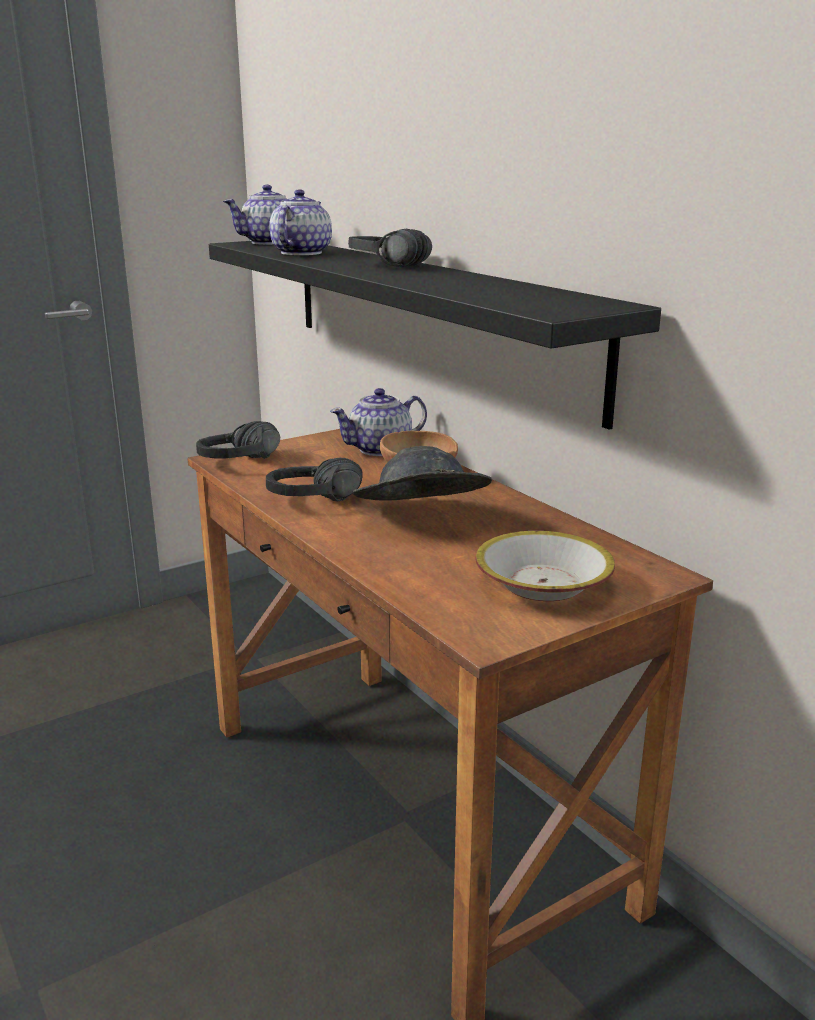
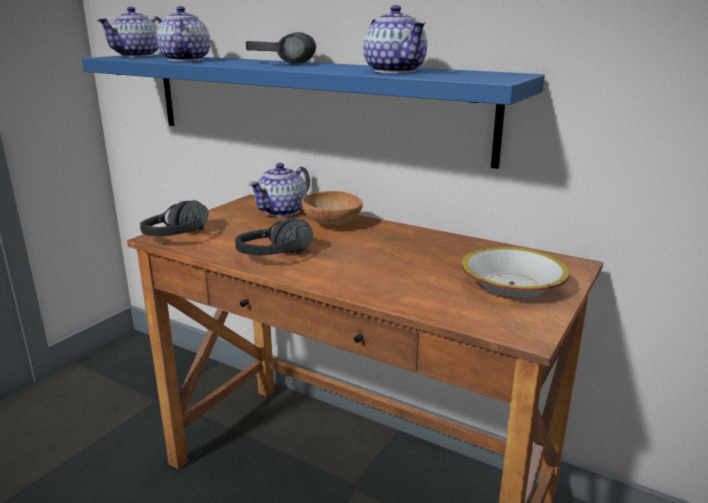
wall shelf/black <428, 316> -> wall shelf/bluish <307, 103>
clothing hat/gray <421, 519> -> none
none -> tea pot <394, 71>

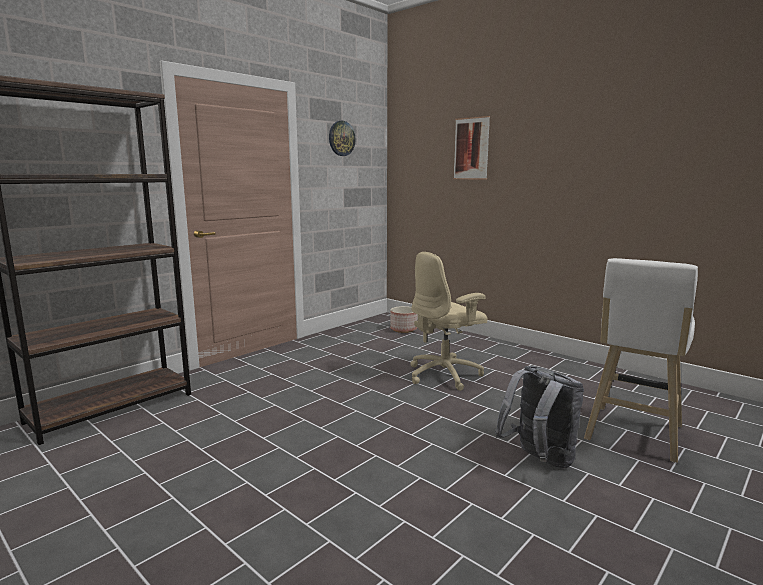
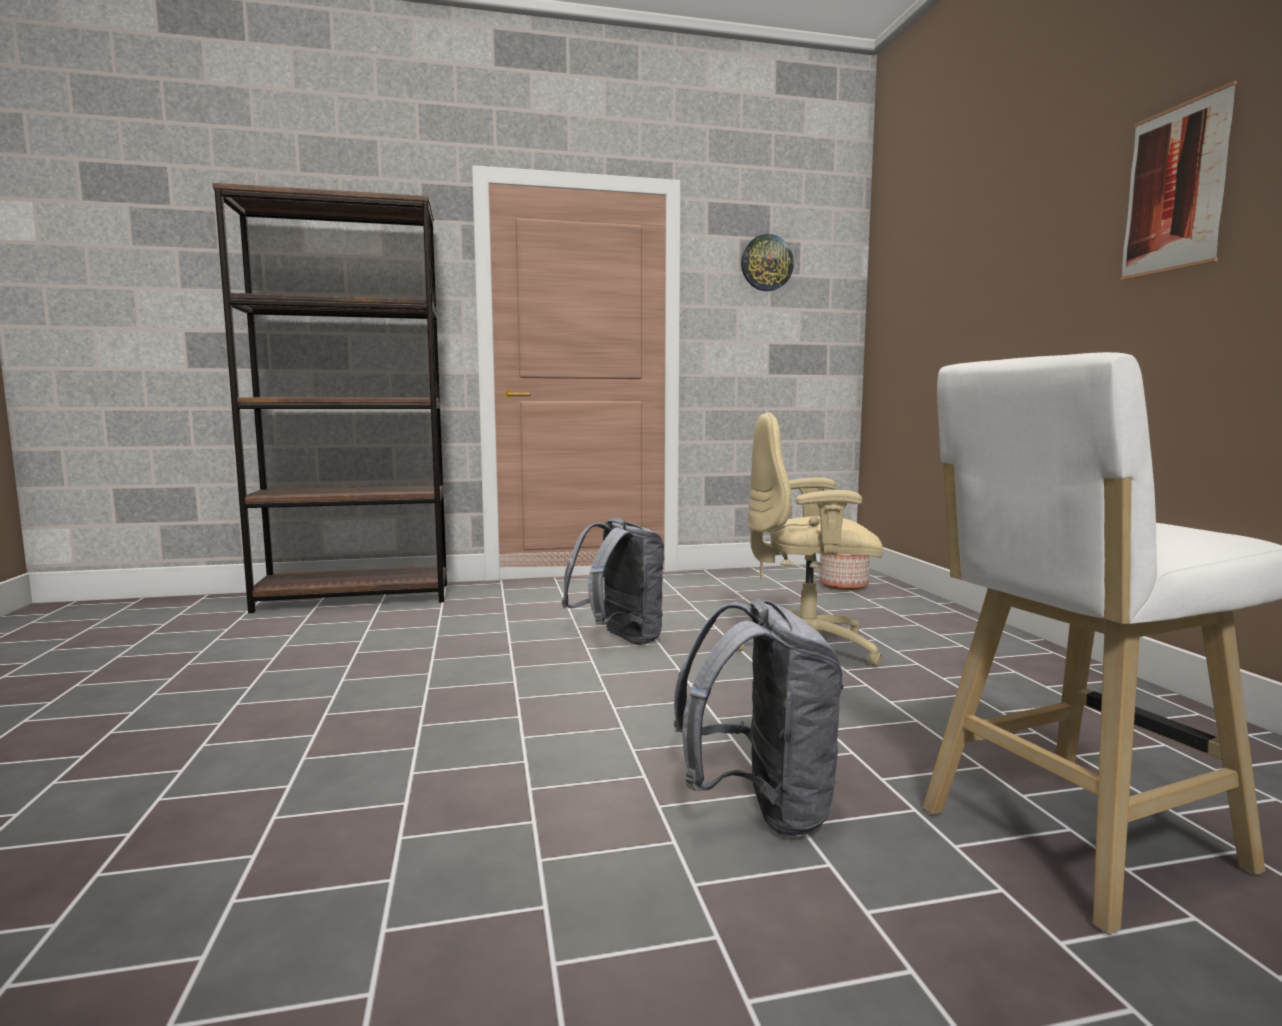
wall art <471, 148> -> wall art <1175, 189>, shifted
none -> backpack/gray <619, 640>

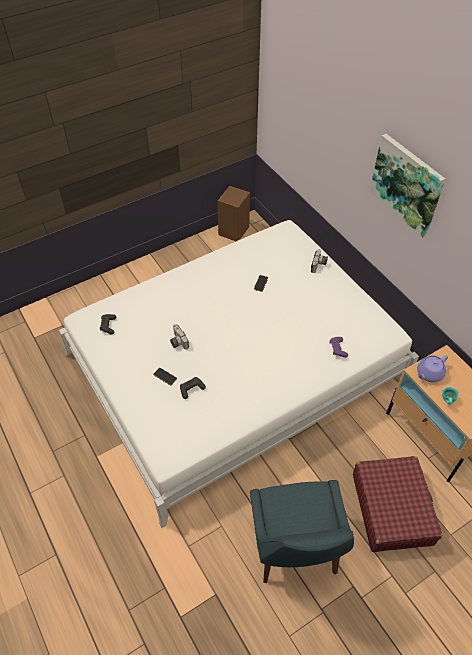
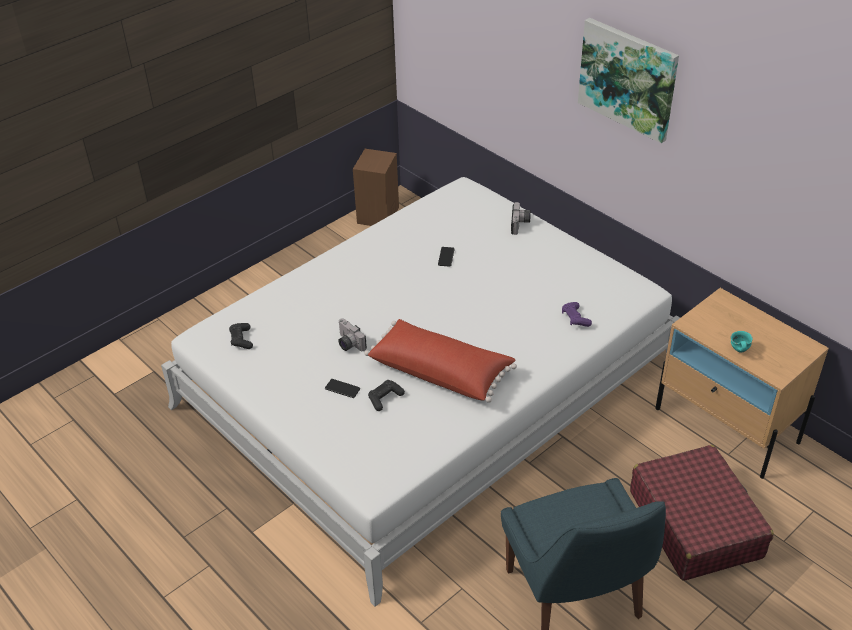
tea pot/purplish <429, 373> -> none
none -> cushion/red <440, 371>

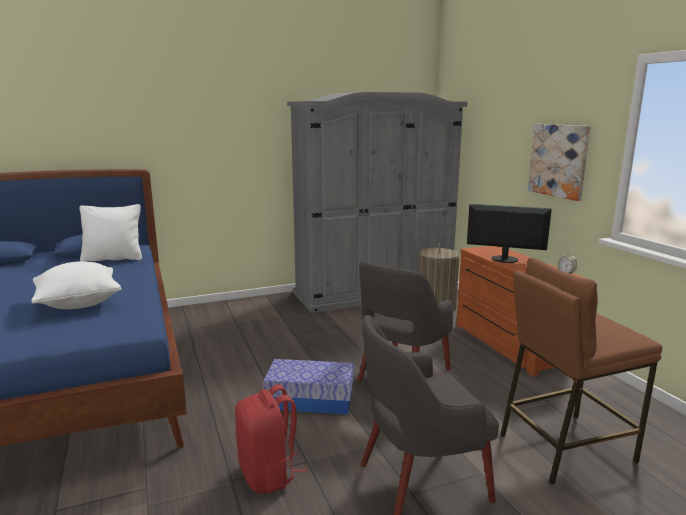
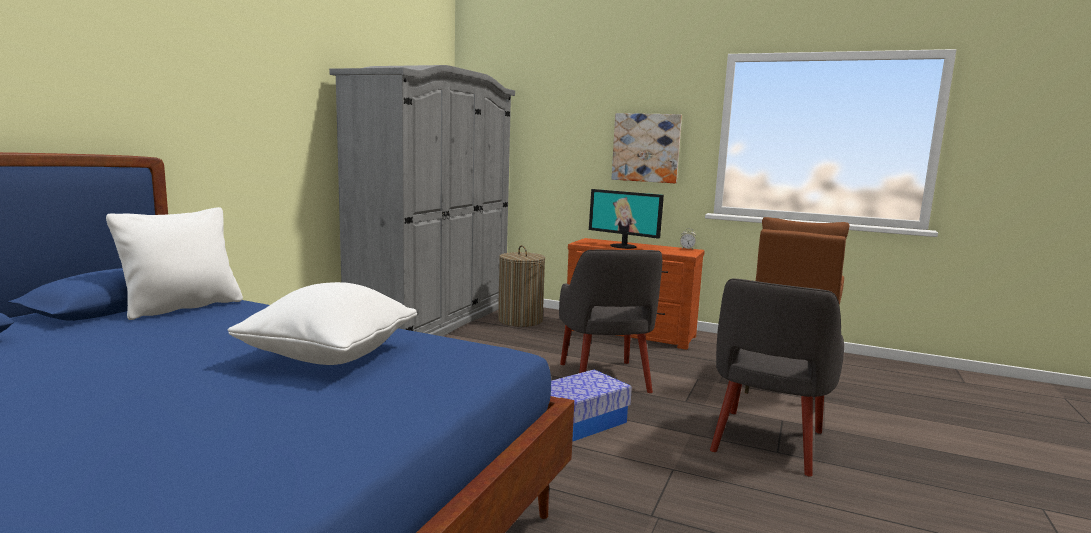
monitor <504, 259> -> monitor <623, 246>, 120 degrees counterclockwise
backpack/red <268, 474> -> none

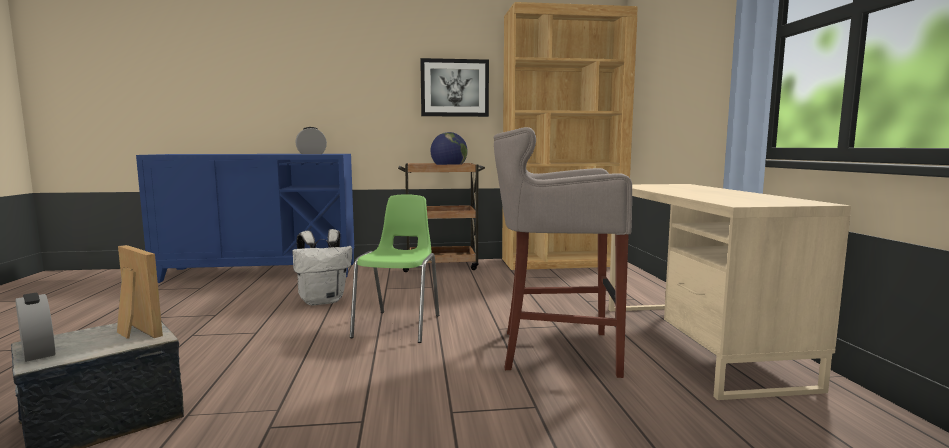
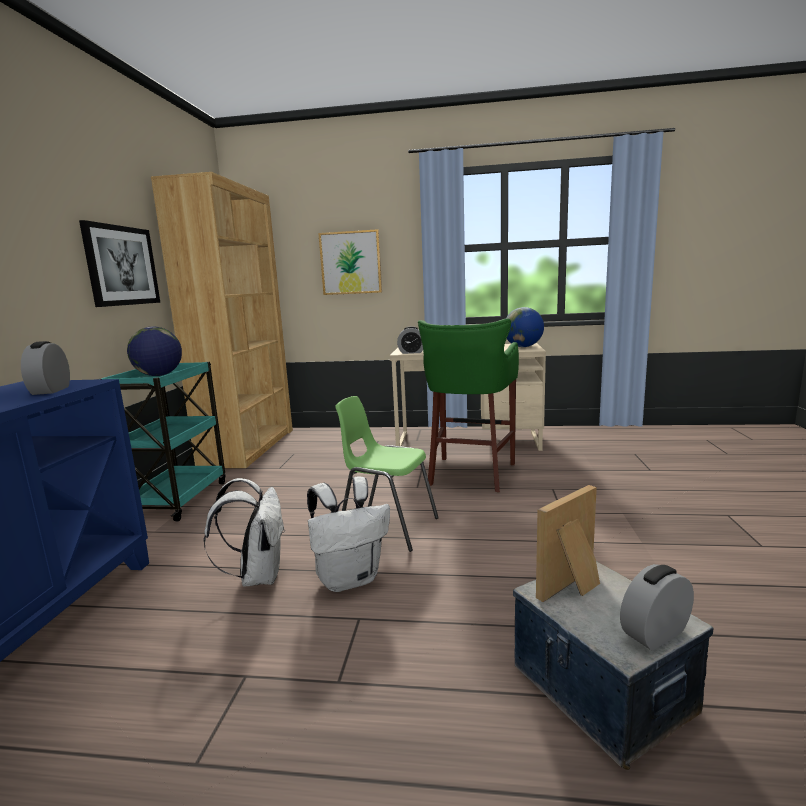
stool seat/gray <555, 351> -> stool seat/green <470, 474>
wheeled cart/brownish <441, 265> -> wheeled cart/turquoise-coloured <178, 499>
none -> wall art <351, 263>
none -> world globe <523, 347>
none -> table clock <411, 352>
none -> backpack/white-coloured <350, 578>

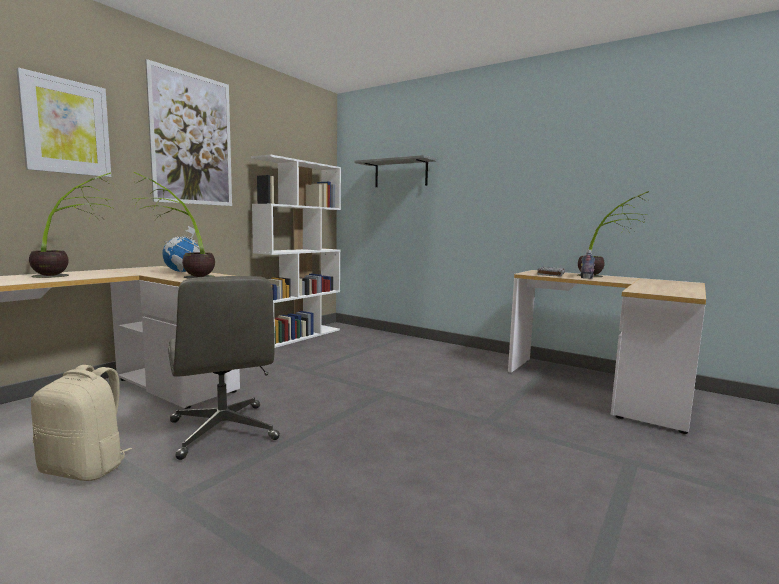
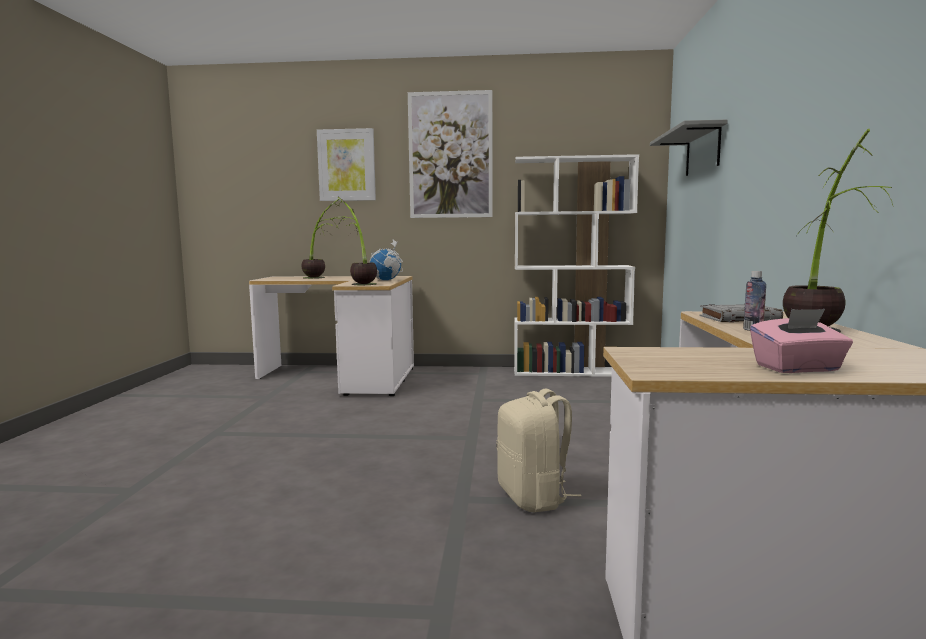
desk chair/gray <223, 431> -> none
backpack/beige <86, 468> -> backpack/beige <534, 498>, shifted
none -> tissue holder/pink-coloured <797, 368>

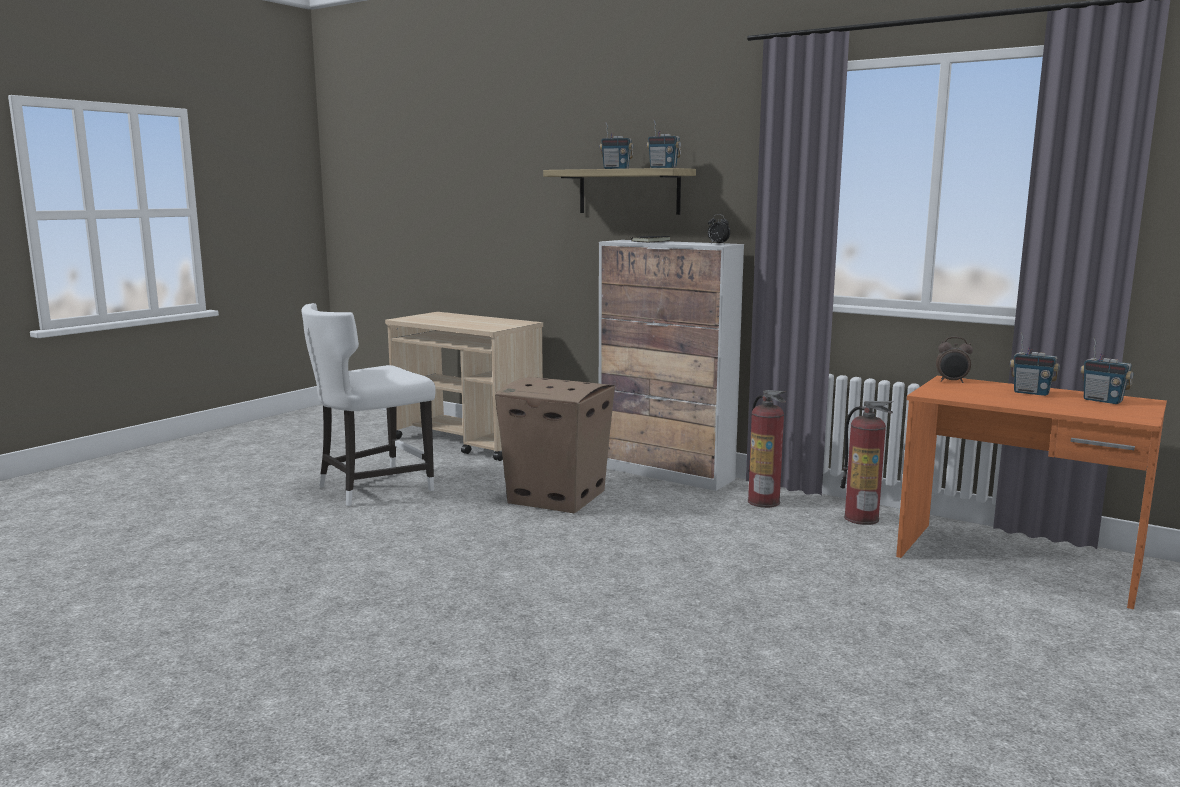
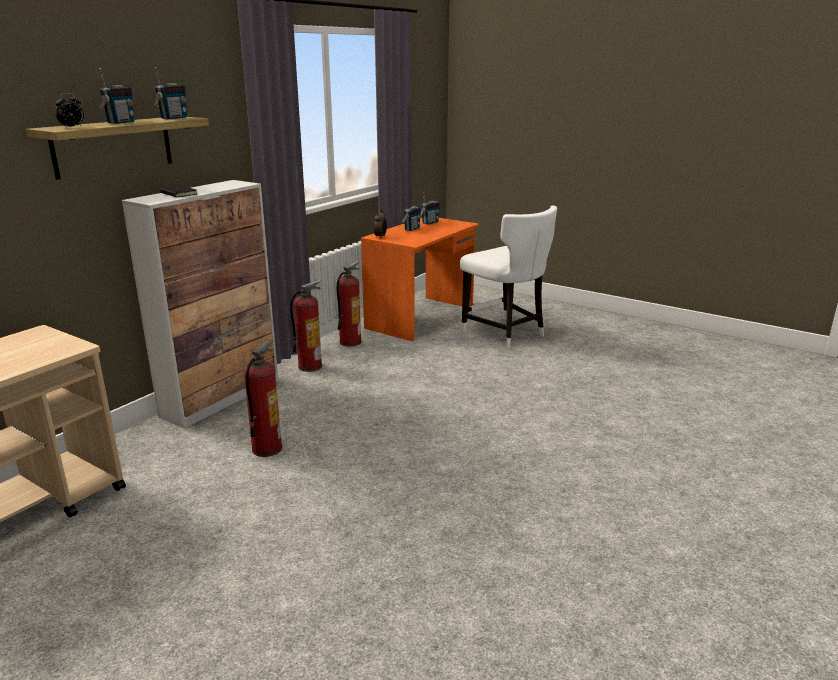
table clock <717, 244> -> table clock <72, 127>, shifted
plain chair/white-coloured <372, 488> -> plain chair/white-coloured <505, 333>, shifted
cardboard box <558, 497> -> extinguisher <267, 448>

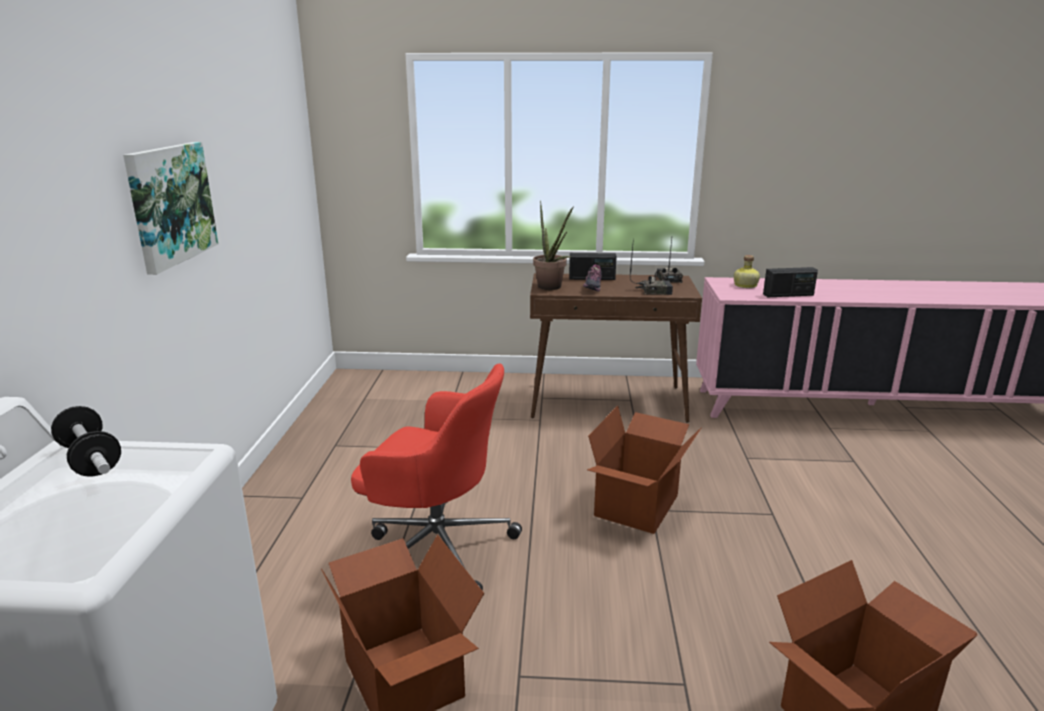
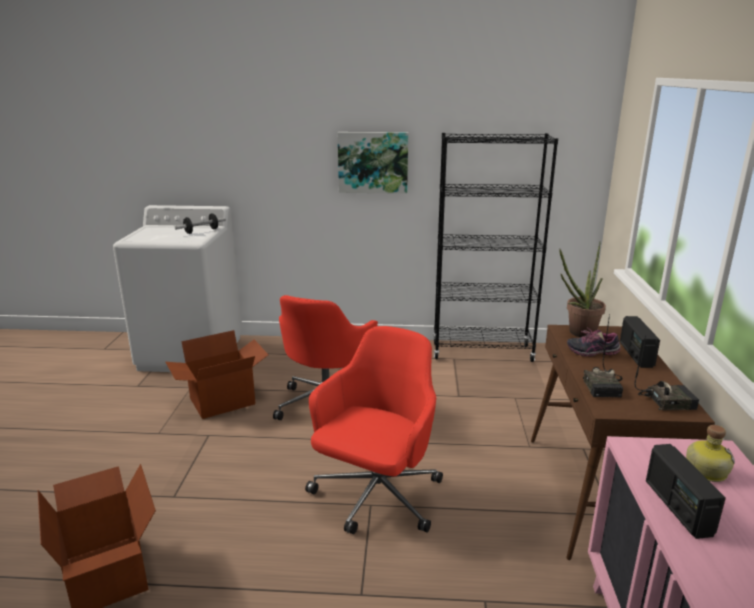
cardboard box <638, 506> -> desk chair/red <376, 497>
none -> bookcase/black <482, 352>

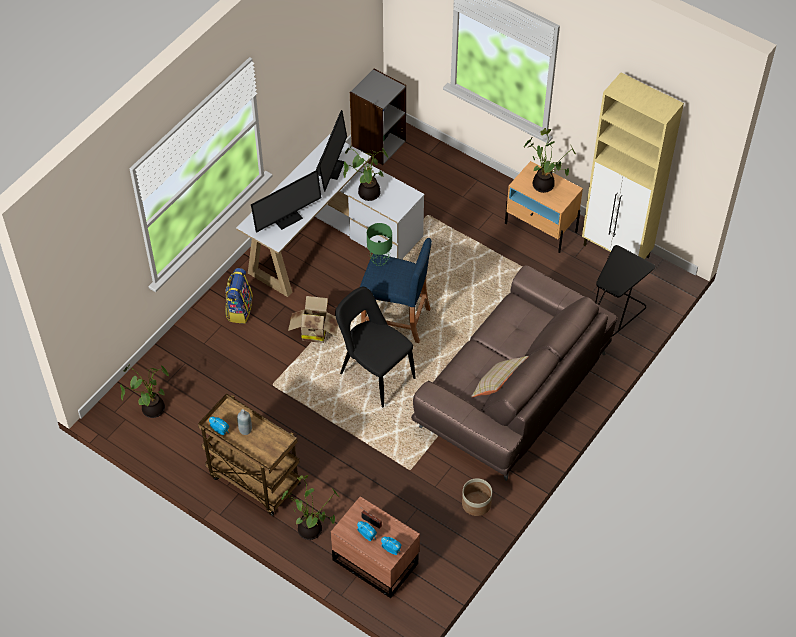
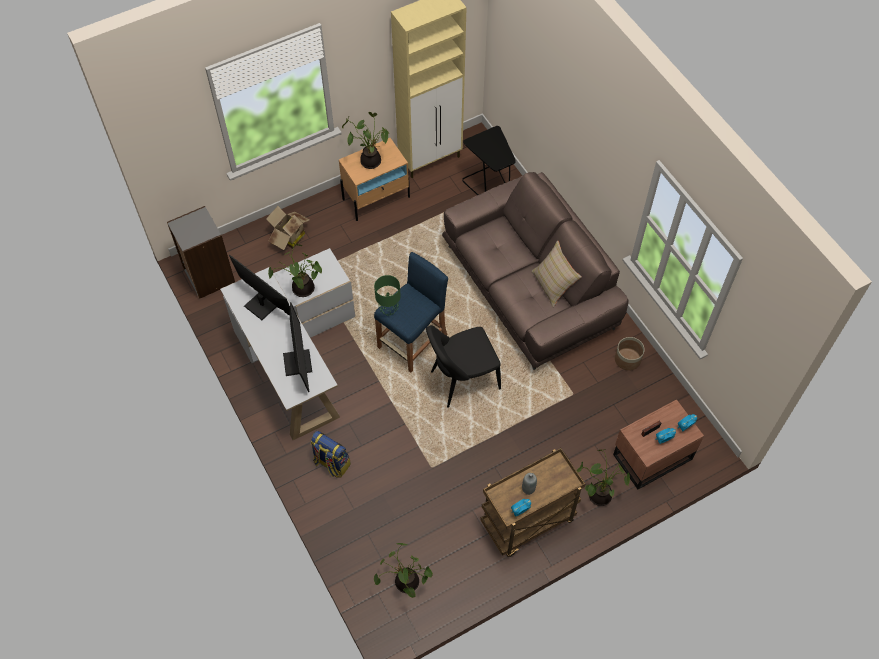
cardboard box <314, 331> -> cardboard box <288, 238>, shifted

